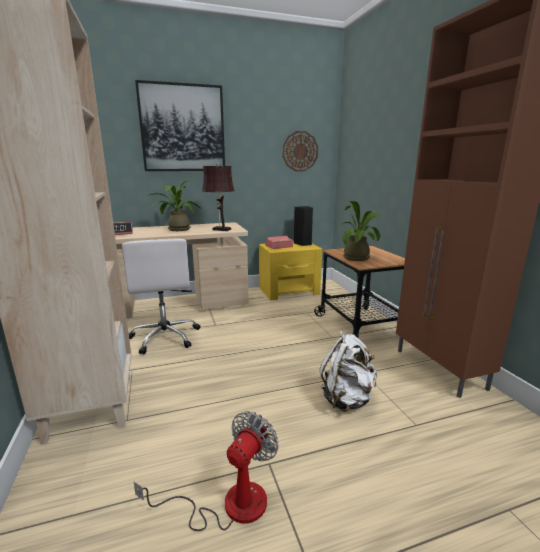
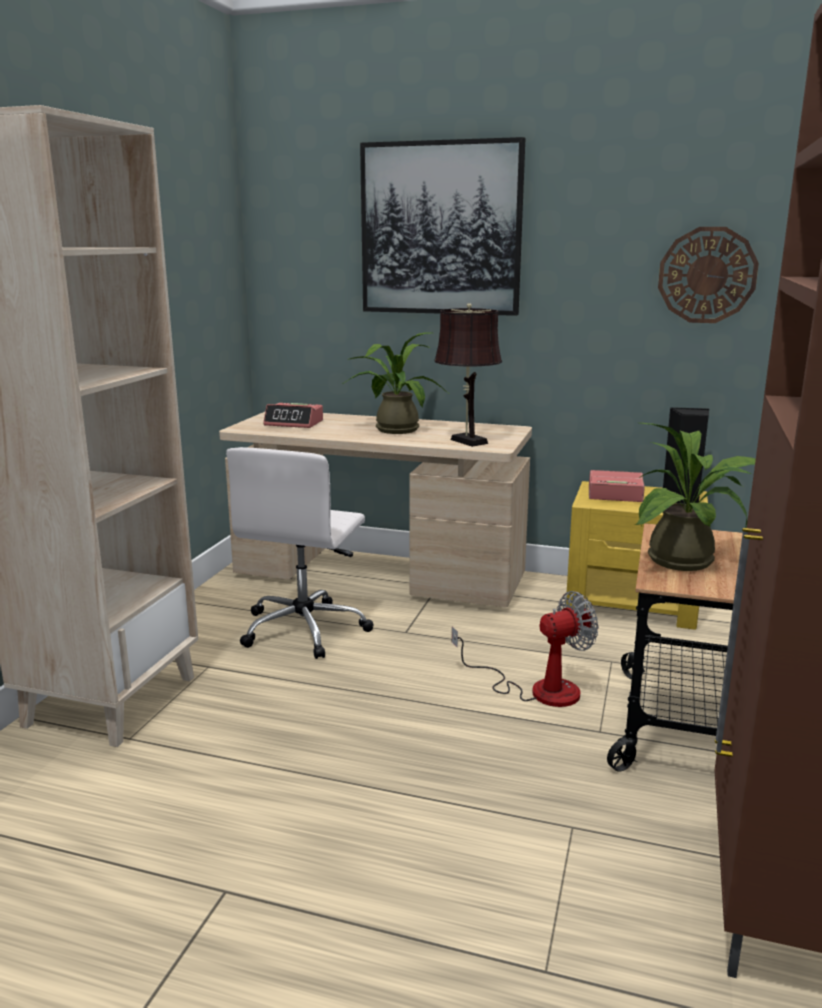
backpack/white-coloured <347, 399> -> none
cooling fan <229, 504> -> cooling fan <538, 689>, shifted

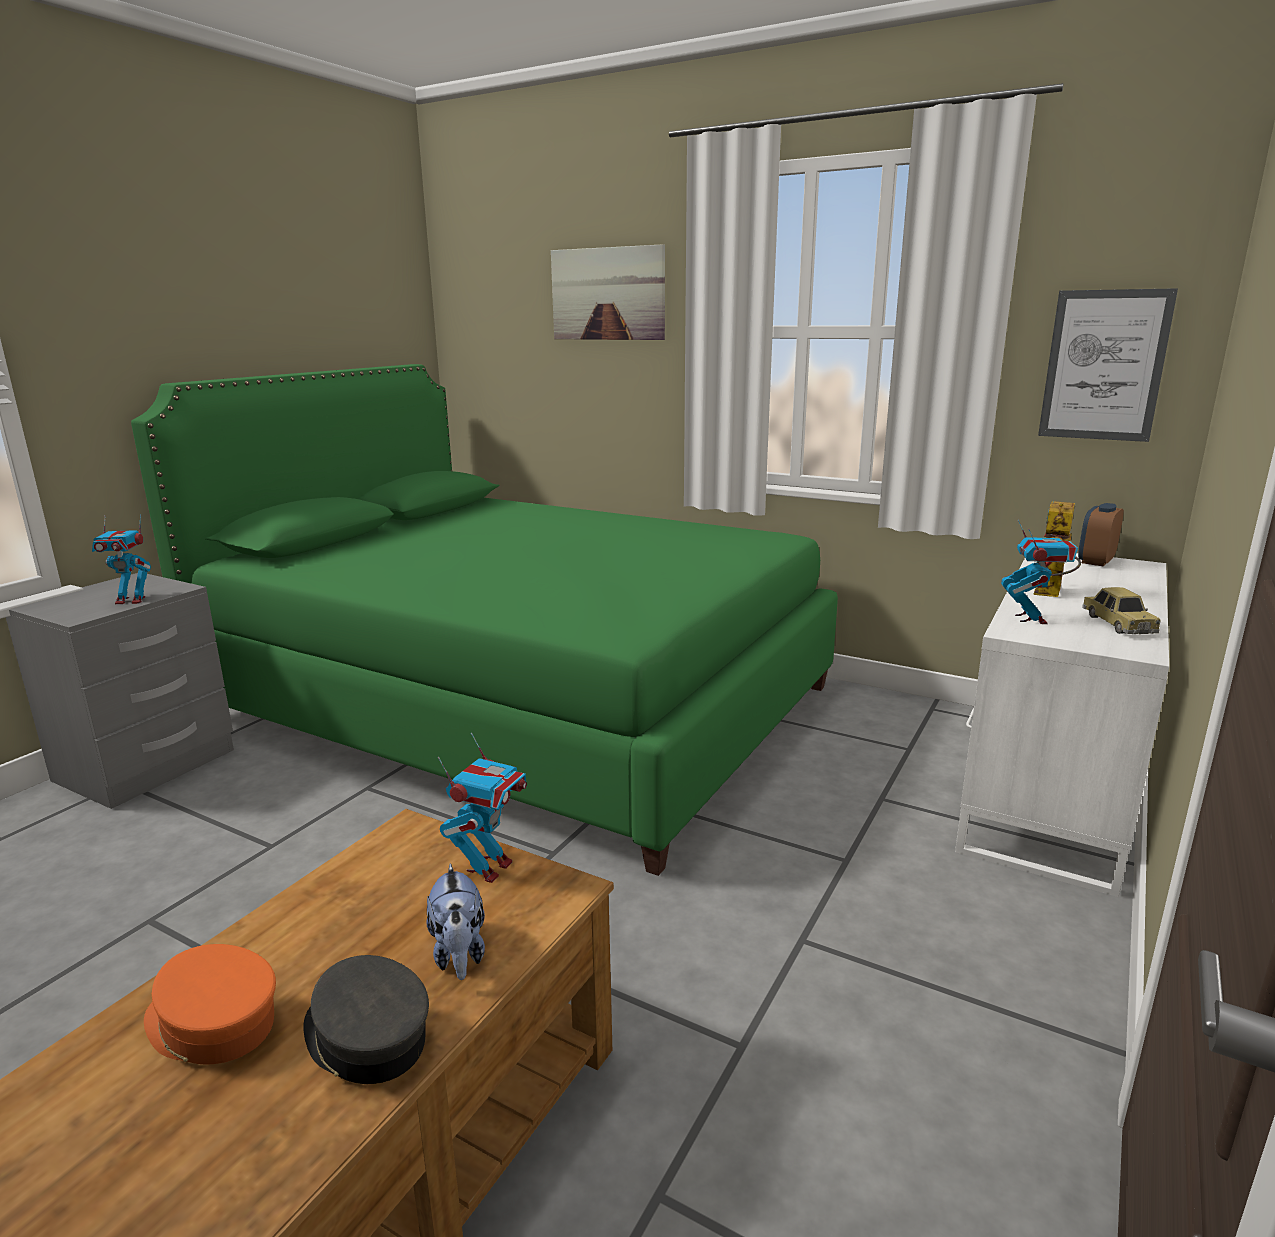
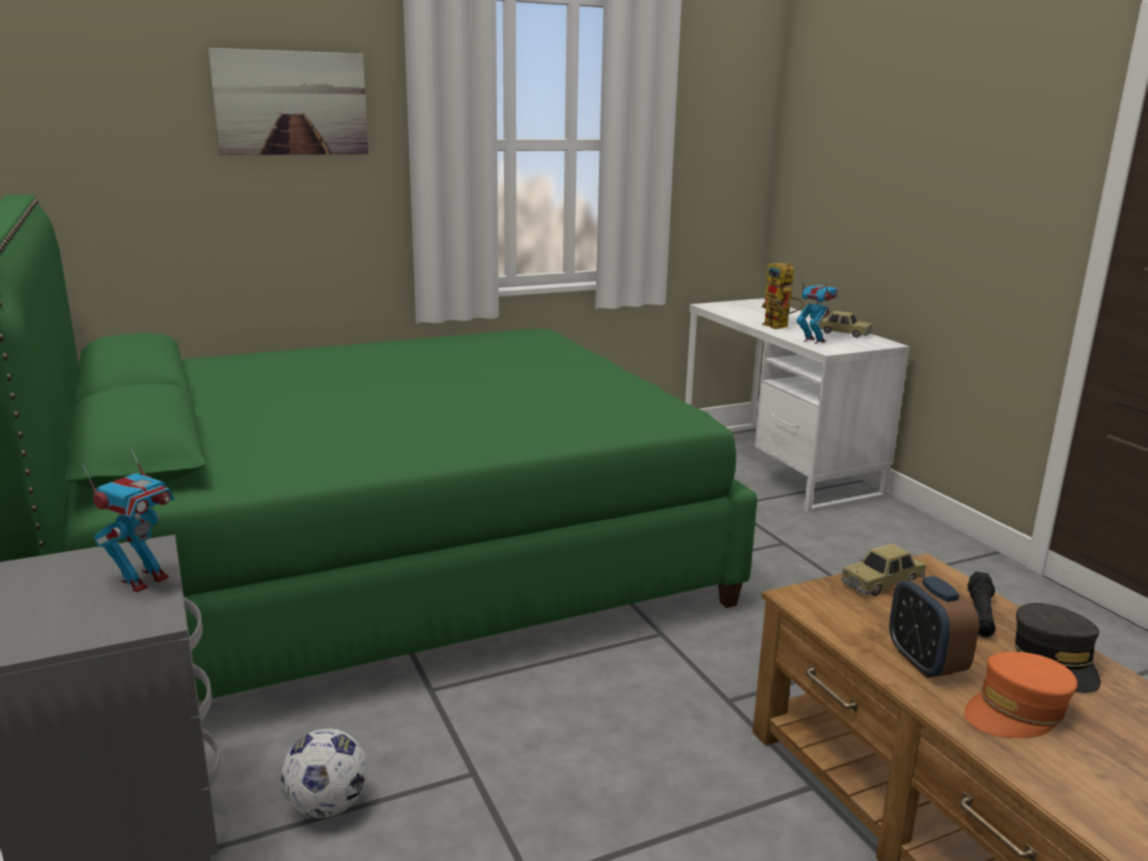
wall art <1104, 366> -> none
table clock <1095, 561> -> table clock <925, 662>, shifted
model robot <489, 868> -> toy car <882, 582>
cuddly toy <459, 953> -> flashlight/black <980, 614>
baseball cap/gray <366, 1038> -> baseball cap/gray <1055, 660>, 75 degrees counterclockwise
none -> ball for football <327, 806>

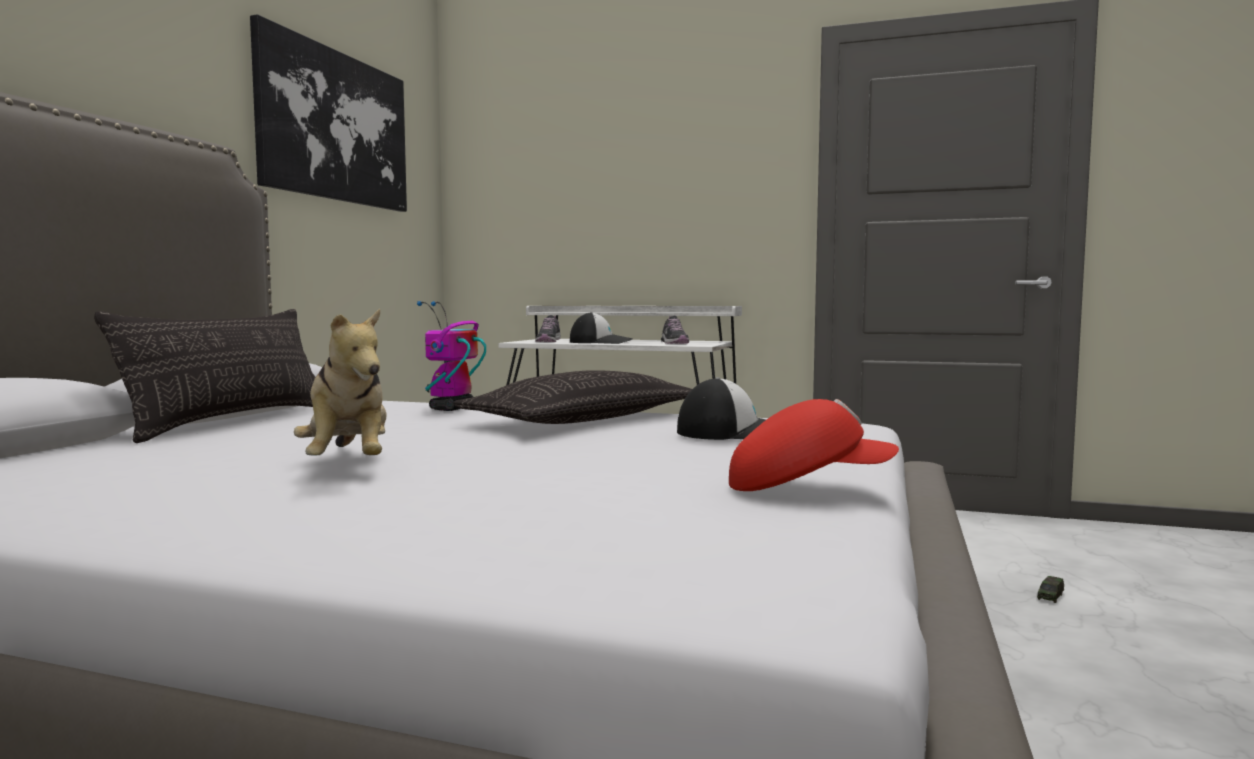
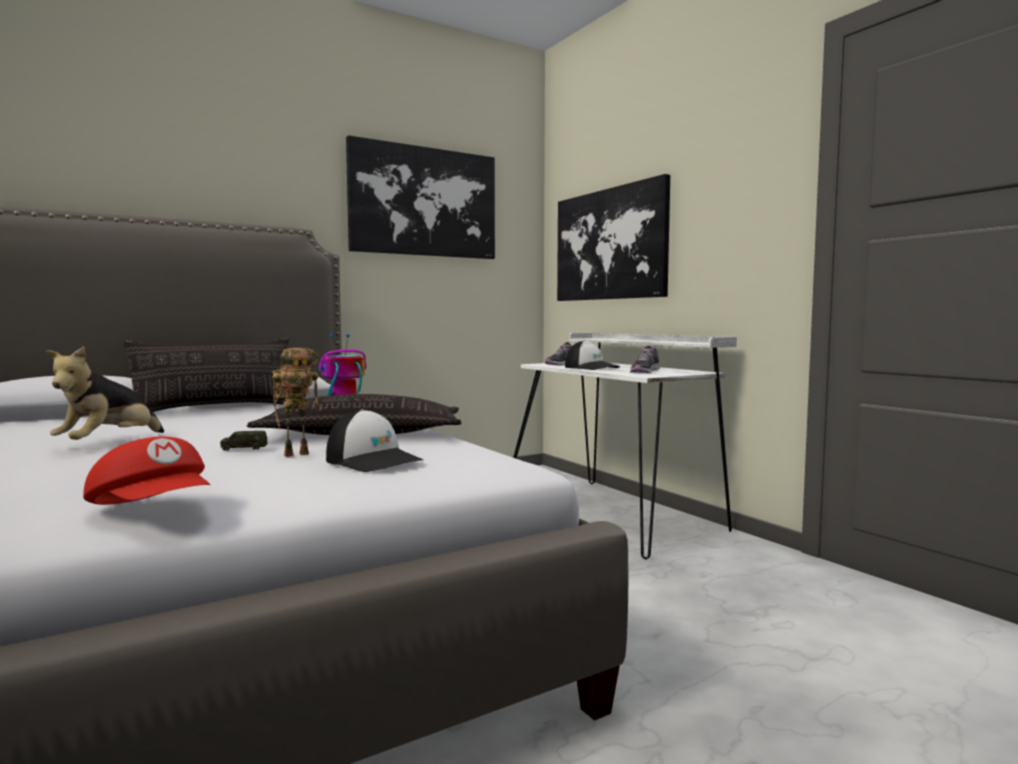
toy car <1050, 596> -> toy car <244, 448>, shifted
none -> wall art <610, 244>
none -> model robot <297, 454>

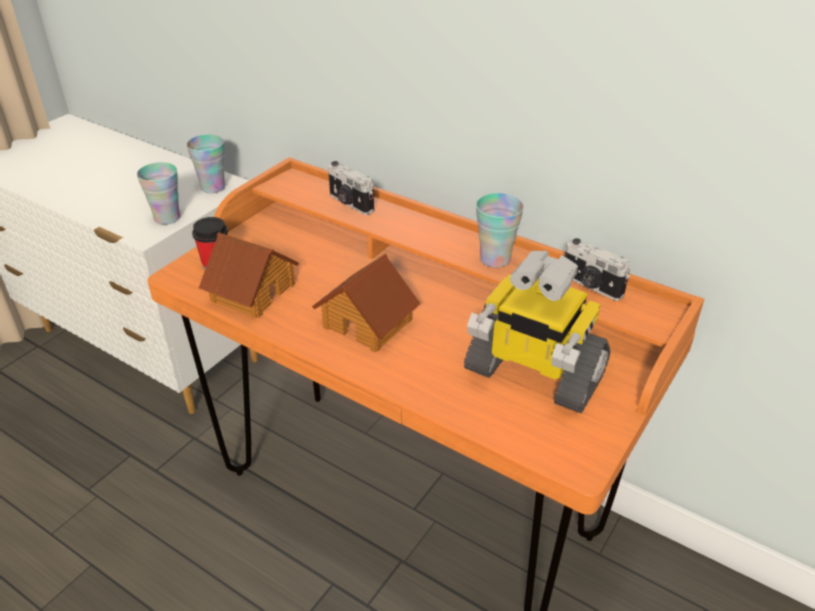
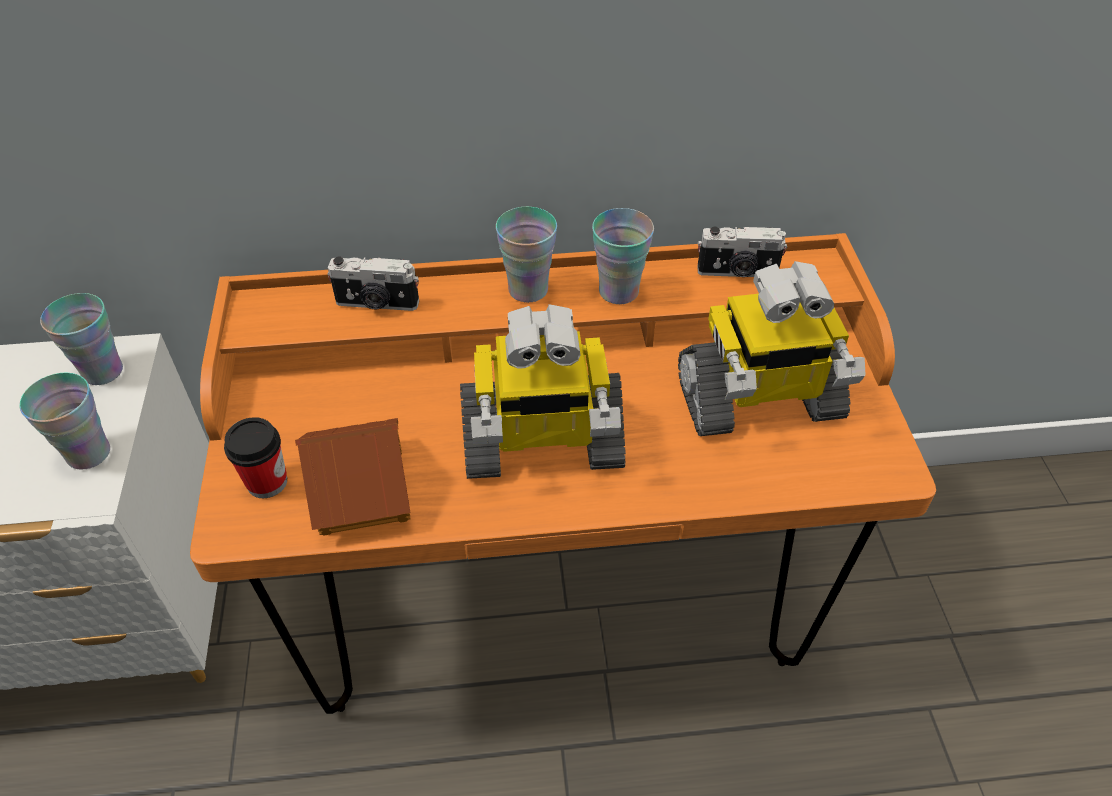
toy house <368, 322> -> model robot <541, 444>
none -> cup <528, 290>

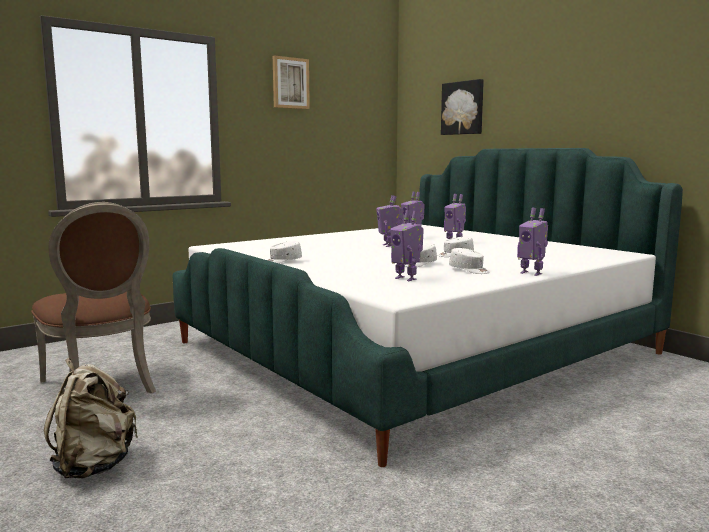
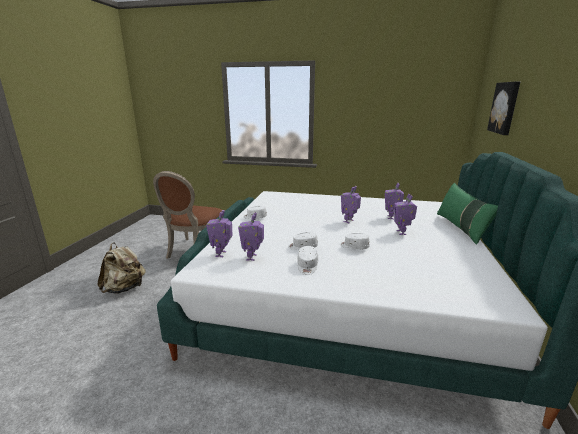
wall art <290, 83> -> none
model robot <531, 273> -> model robot <221, 254>, shifted
none -> cushion/green <461, 228>

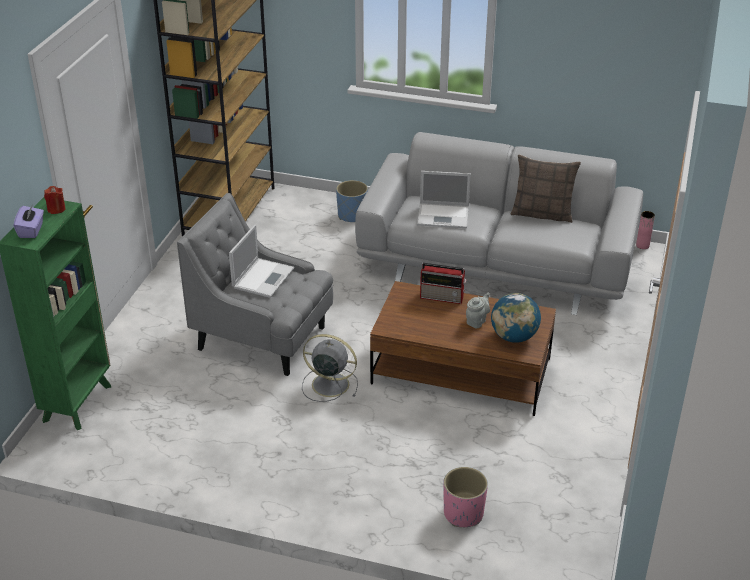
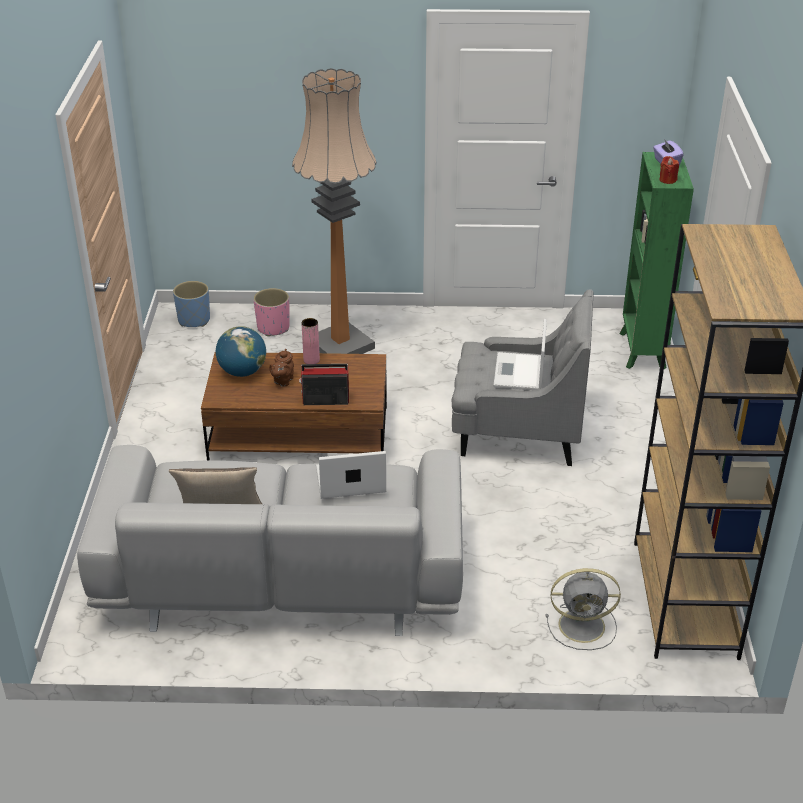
planter/bluish <352, 215> -> planter/bluish <193, 320>, shifted
flower vase/pink-coloured <642, 245> -> flower vase/pink-coloured <311, 360>, shifted
tea pot/gray <477, 321> -> tea pot/brownish <282, 381>
cooling fan/gray <328, 384> -> cooling fan/gray <584, 626>, shifted
none -> floor lamp <340, 346>

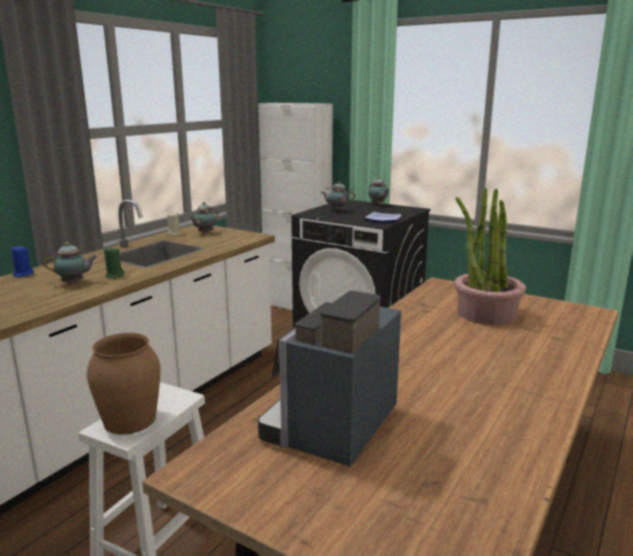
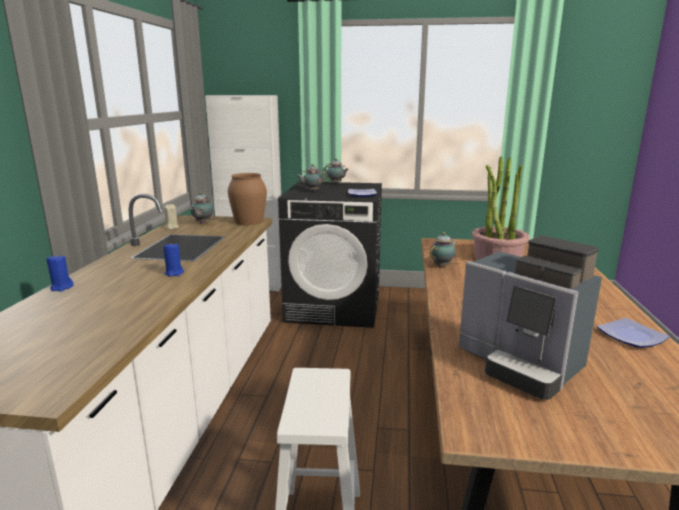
tea pot <74, 283> -> tea pot <442, 266>, shifted
candle/green <114, 275> -> candle/bluish <174, 273>
coffee brewer <332, 428> -> coffee brewer <521, 365>, 45 degrees counterclockwise
flower vase/brownish <130, 420> -> flower vase/brownish <249, 221>, shifted
none -> plate <631, 337>

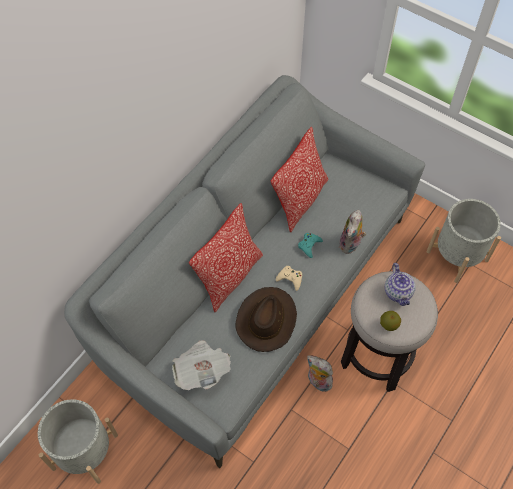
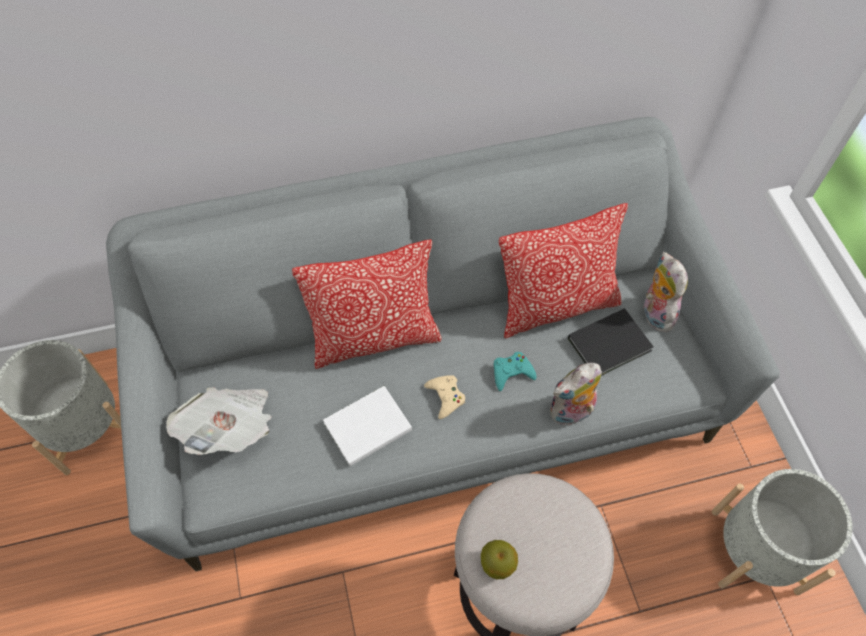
tea pot <398, 293> -> none
clothing hat/brownish <266, 320> -> volume/white-coloured <365, 427>
cuddly toy <317, 382> -> cuddly toy <654, 313>, shifted
none -> volume/black <611, 344>

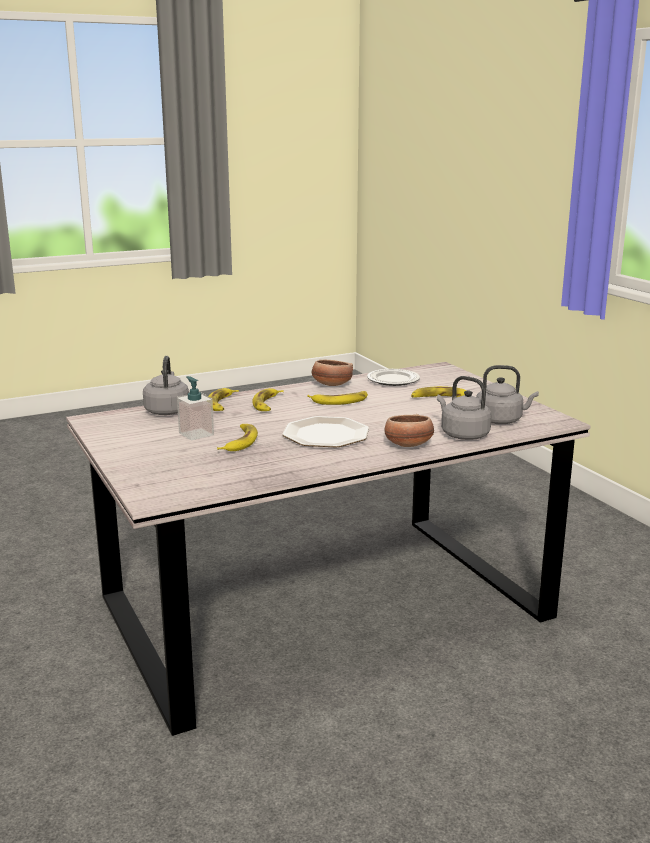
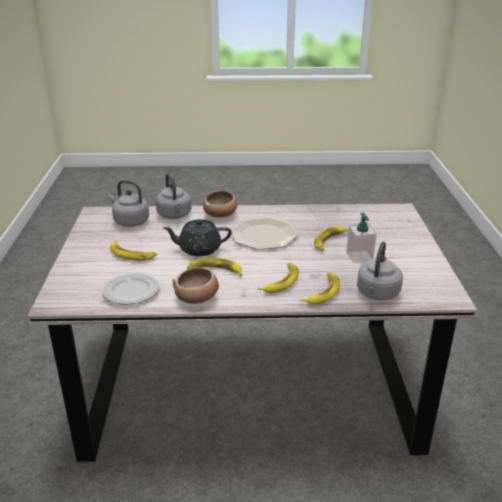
none -> tea pot/black <199, 249>

